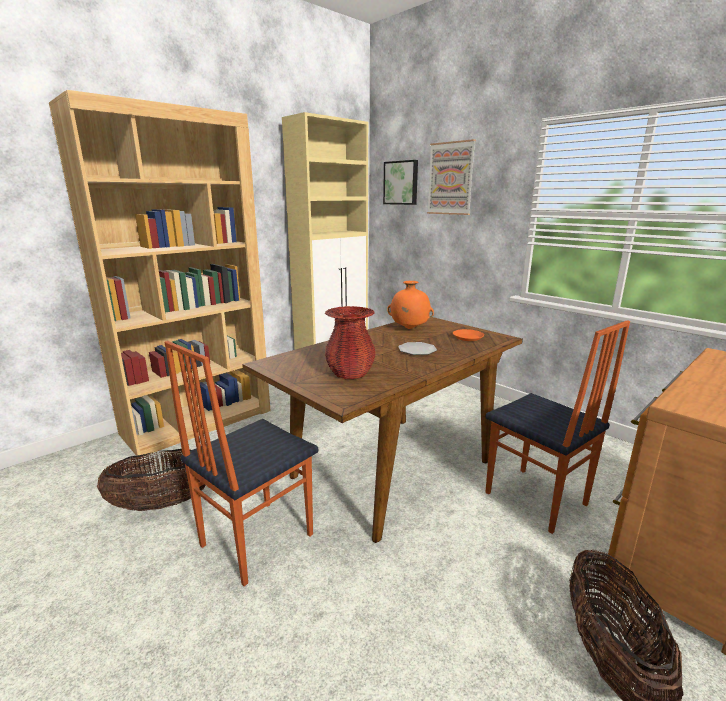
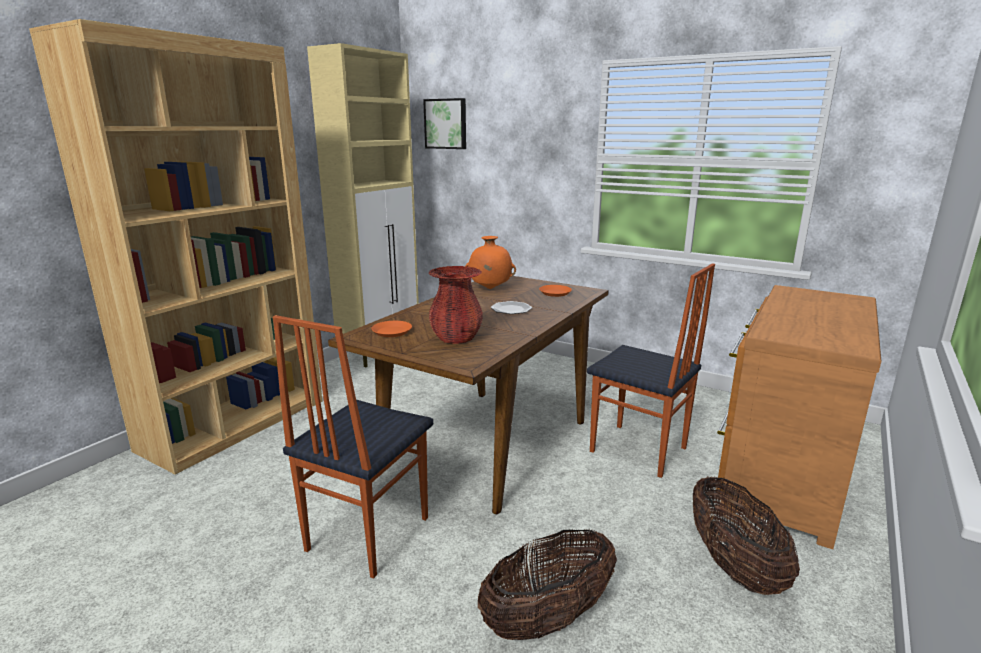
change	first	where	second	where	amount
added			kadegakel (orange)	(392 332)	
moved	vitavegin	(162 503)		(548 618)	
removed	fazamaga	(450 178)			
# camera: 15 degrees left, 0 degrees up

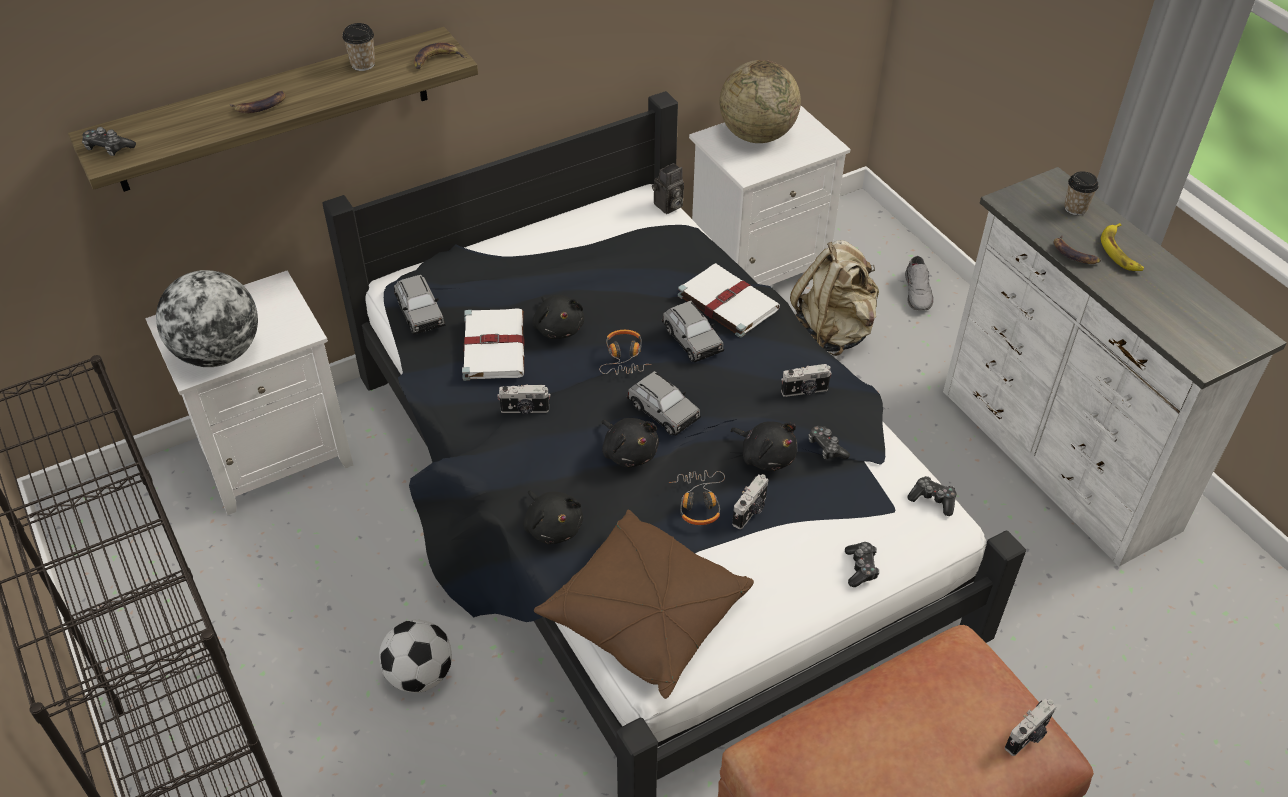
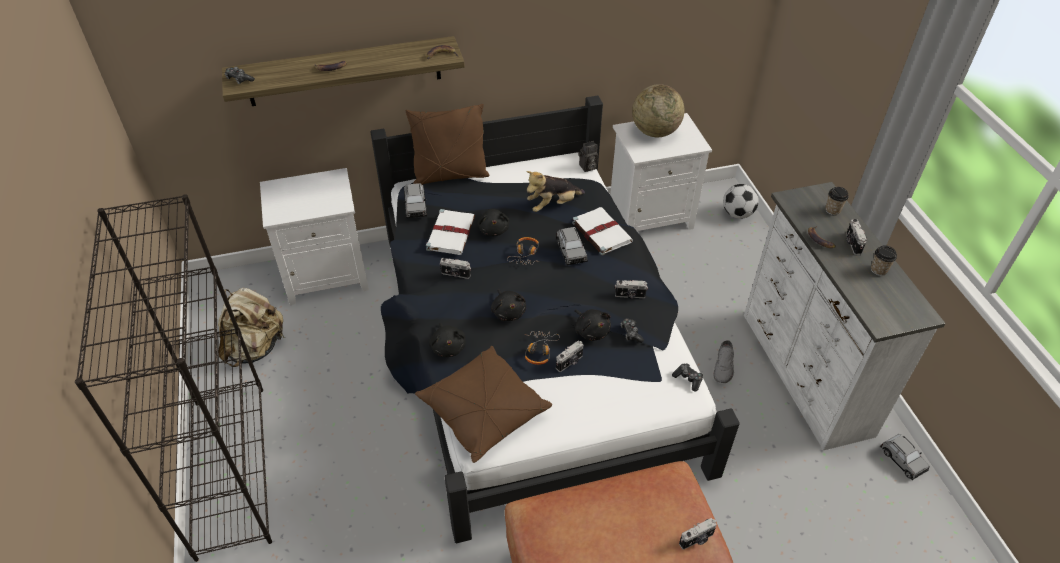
change	first	where	second	where	amount
moved	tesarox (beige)	(833 332)		(255 347)	
added			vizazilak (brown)	(450 175)	
added			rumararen	(553 205)	
moved	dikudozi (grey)	(918 292)		(724 367)	
moved	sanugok	(420 675)		(737 214)	
replaced	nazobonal	(1120 252)	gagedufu	(852 243)	
moved	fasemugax	(363 64)		(878 270)	
moved	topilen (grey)	(663 411)		(902 460)	
removed	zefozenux	(218 353)			
removed	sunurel	(861 568)			
# camera: 15 degrees right, 0 degrees up

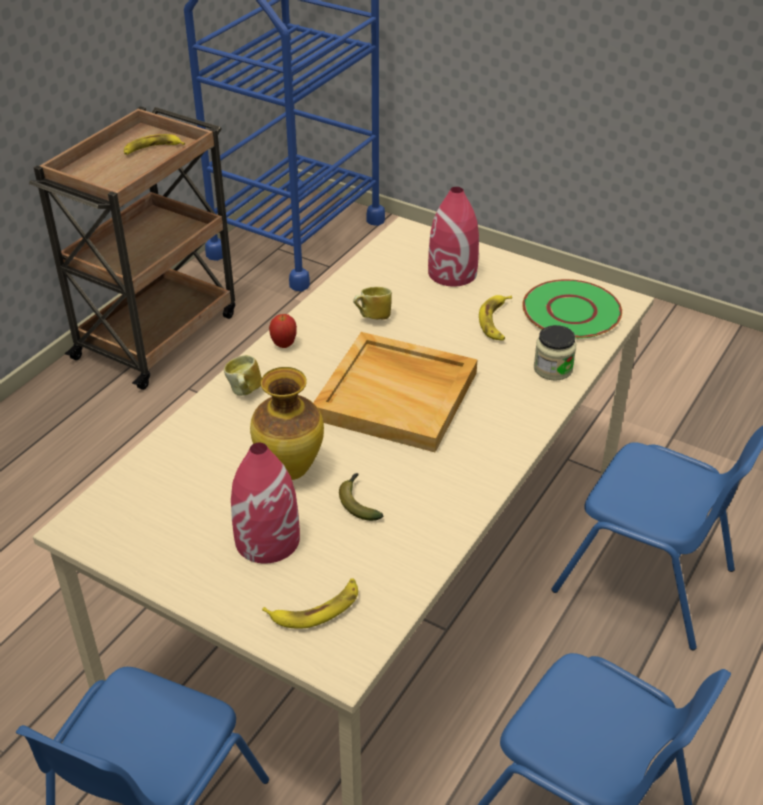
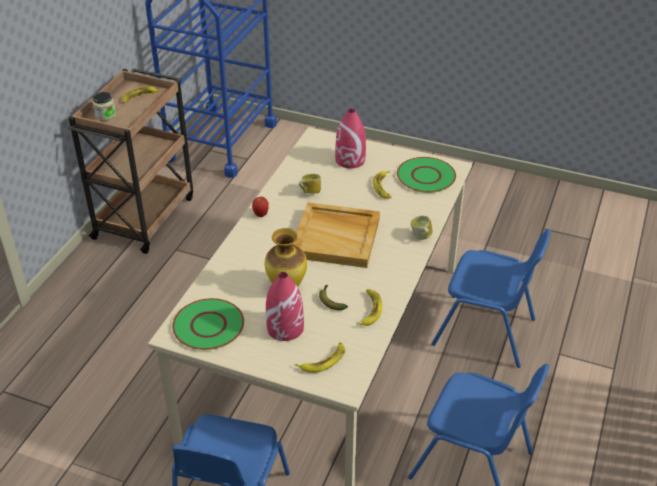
change	first	where	second	where	amount
moved	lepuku	(553 369)		(105 115)	
added			kadegakel (green)	(208 326)	
added			nazobonal	(369 310)	
moved	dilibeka	(244 392)		(421 237)	
# camera: 10 degrees left, 0 degrees up

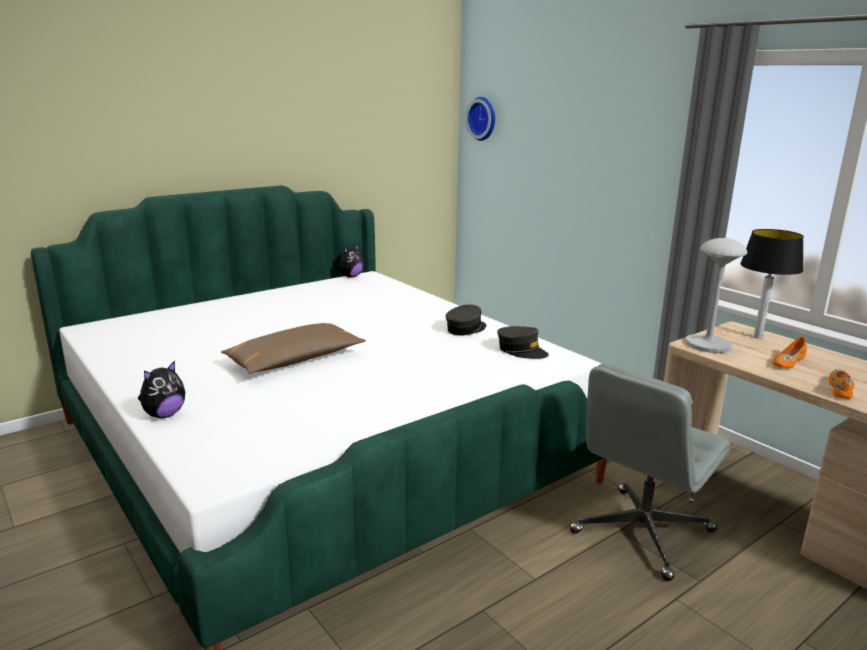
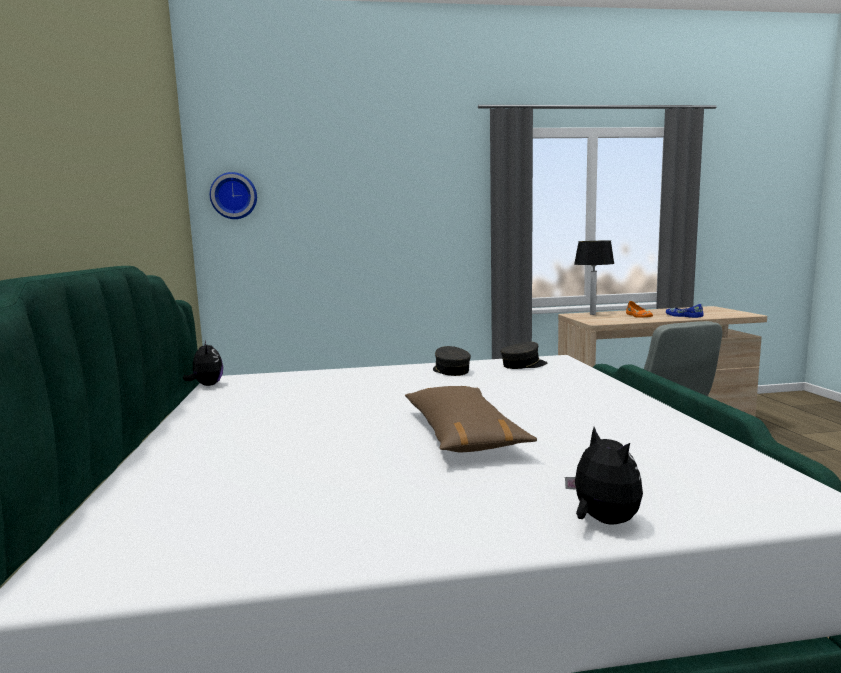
change	first	where	second	where	amount
recoloured	dikudozi (orange)	(841 388)	dikudozi (blue)	(684 316)	
removed	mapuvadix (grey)	(707 345)			
# camera: 60 degrees left, 10 degrees down

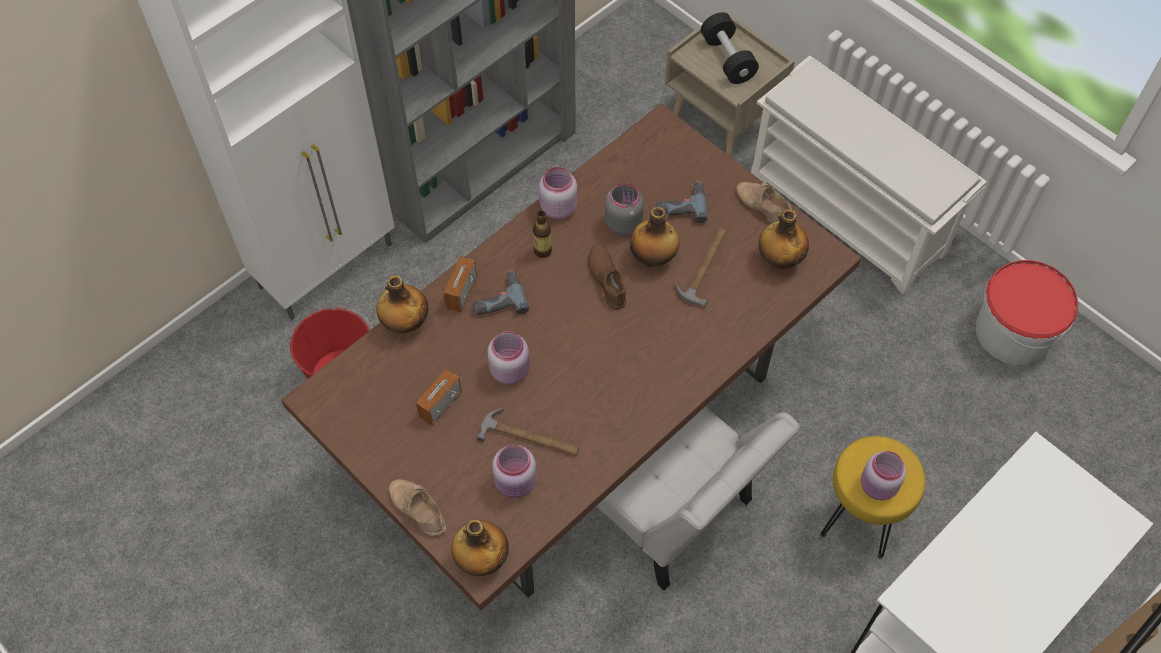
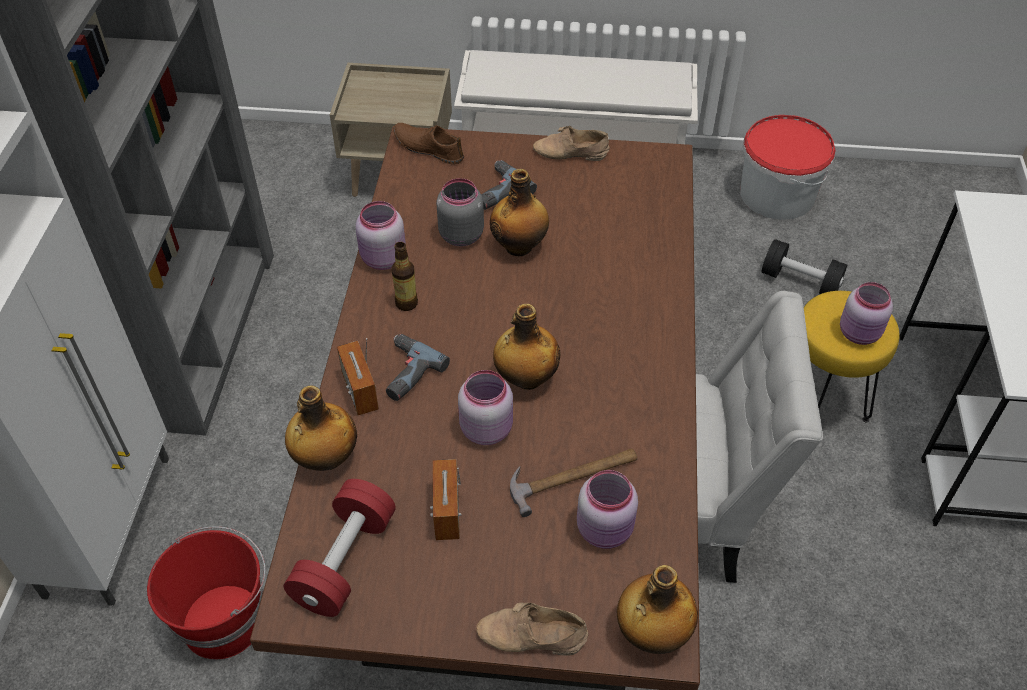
change	first	where	second	where	amount
added			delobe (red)	(345 561)	
moved	dikudozi (brown)	(607 279)		(428 148)	
moved	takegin	(780 259)		(526 378)	
moved	delobe (black)	(727 59)		(800 281)	
removed	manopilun	(704 266)			
# camera: 40 degrees left, 10 degrees down

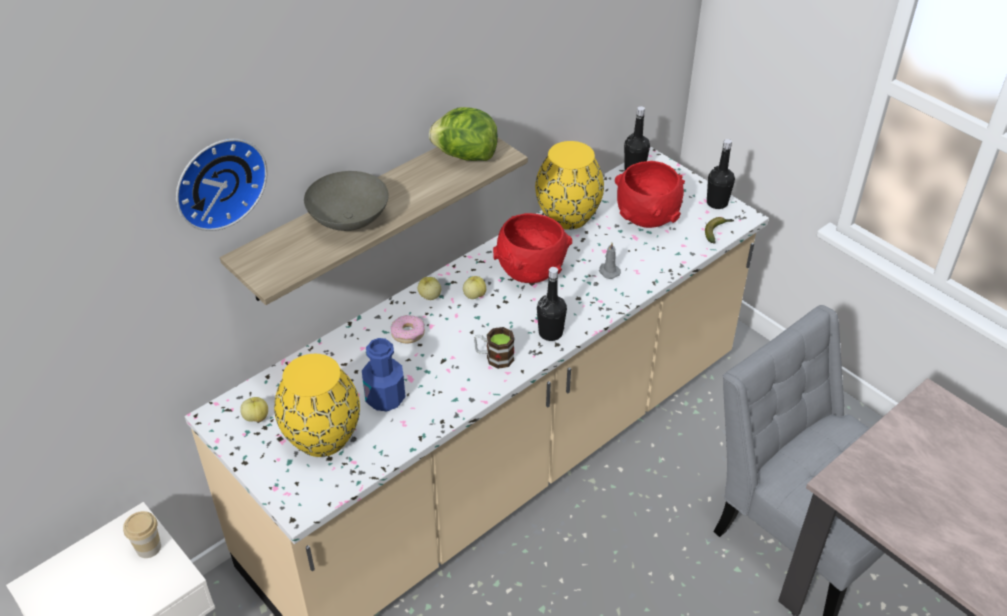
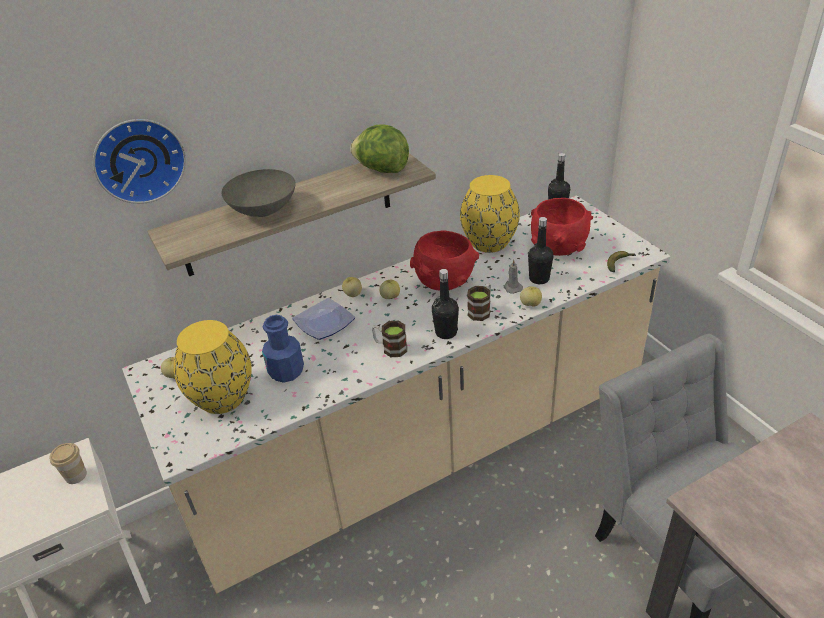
change	first	where	second	where	amount
replaced	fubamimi	(408 333)	kadegakel	(324 321)	
added			dilibeka	(481 310)	
added			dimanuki	(530 304)	
moved	takegin (black)	(717 203)		(539 279)	
# camera: 15 degrees right, 5 degrees down

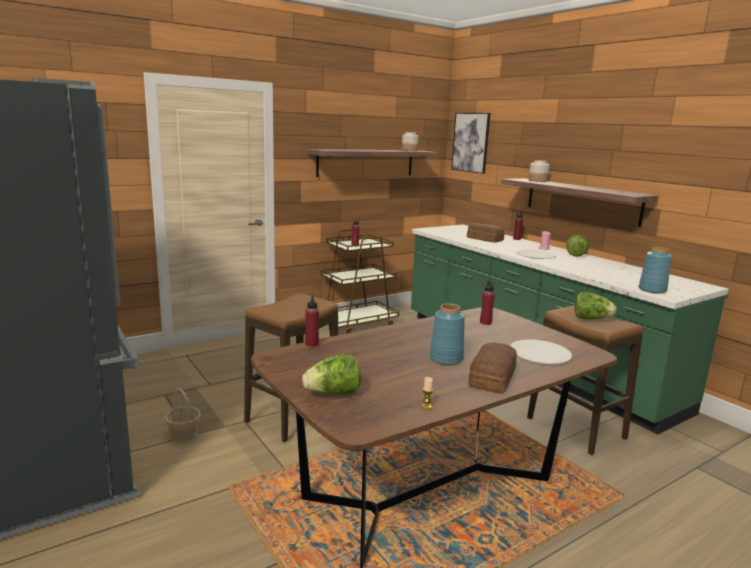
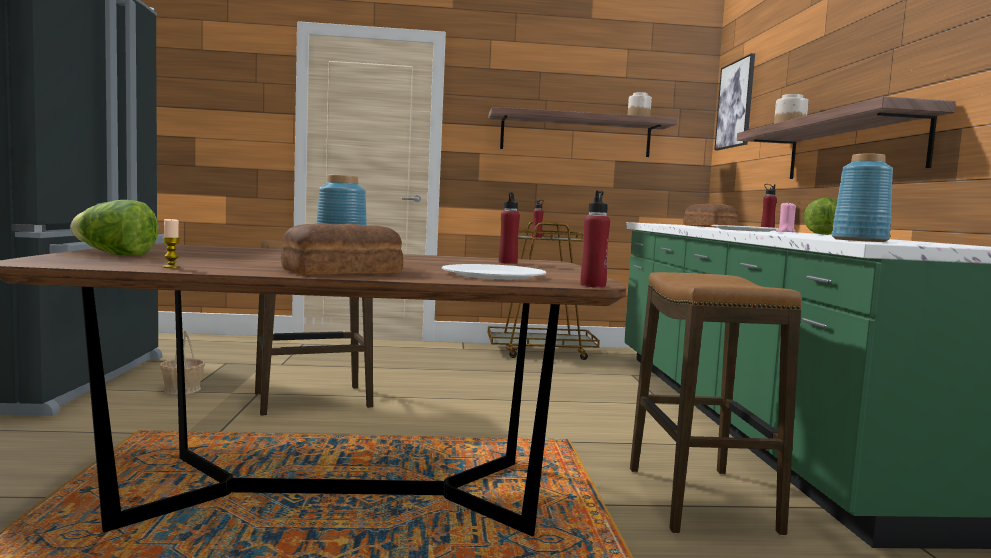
change	first	where	second	where	amount
moved	takegin (red)	(312 344)		(593 285)	
removed	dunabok	(591 319)			
# camera: 30 degrees right, 10 degrees down

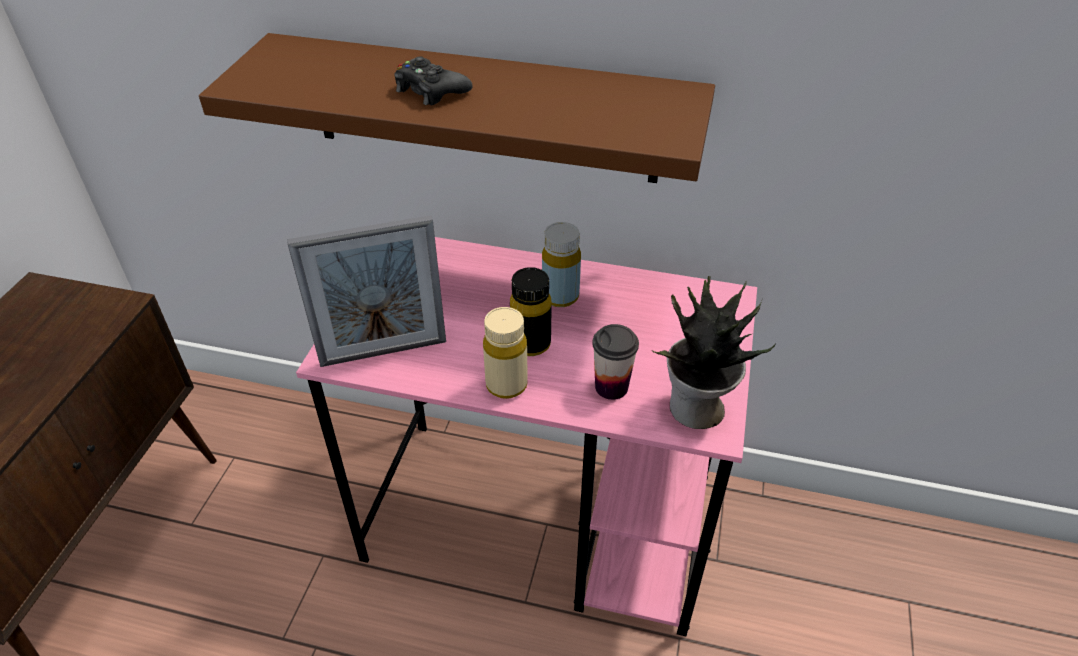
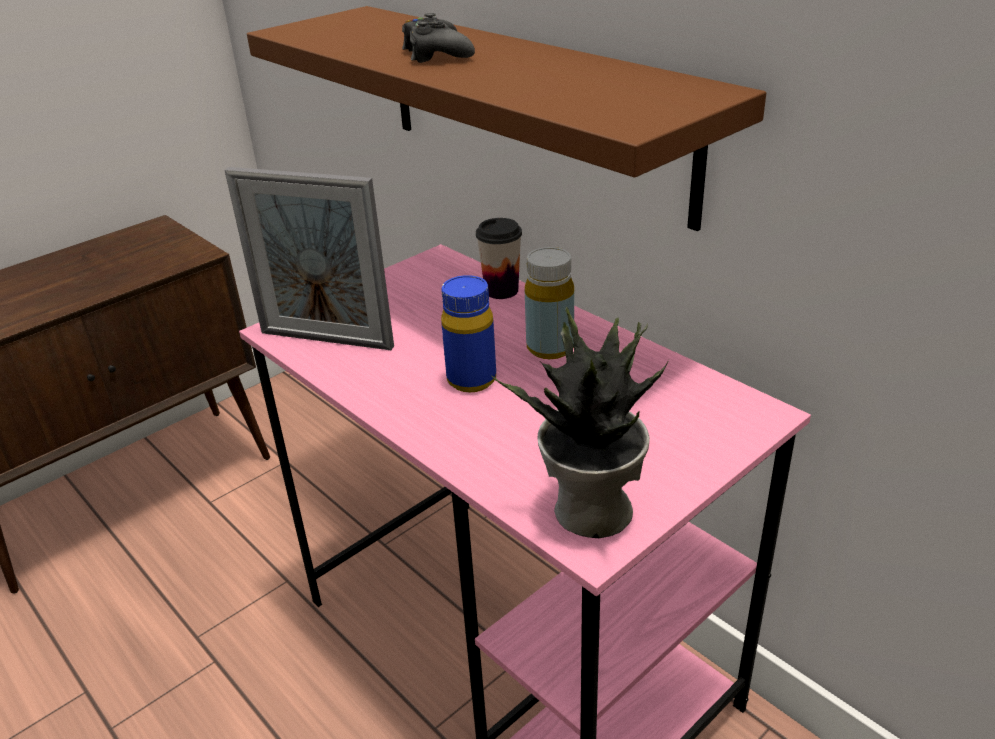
change	first	where	second	where	amount
recoloured	takegin (black)	(531 344)	takegin (blue)	(471 380)	
moved	fasemugax	(611 387)		(501 290)	
removed	takegin (beige)	(506 385)			
# camera: 35 degrees right, 10 degrees down

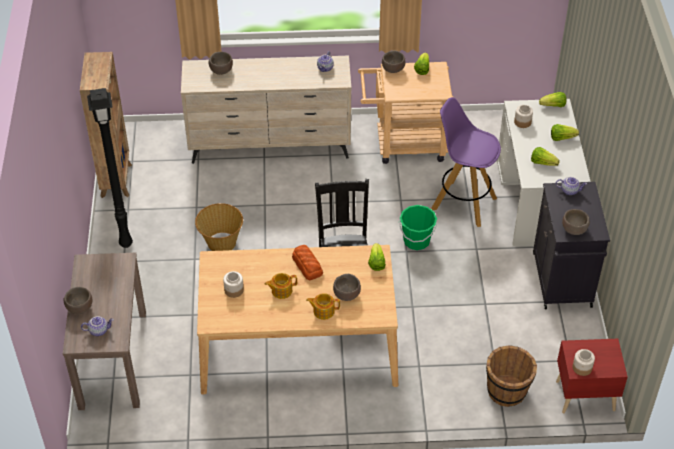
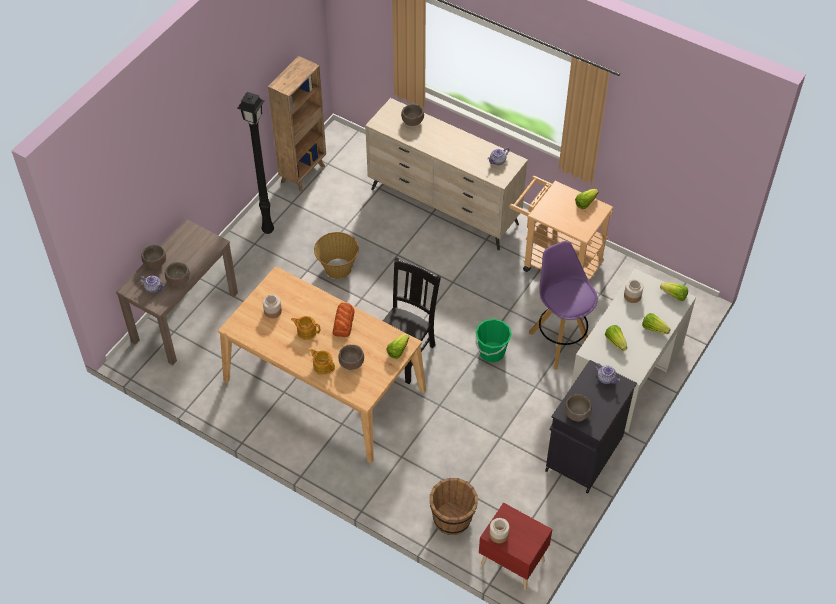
change	first	where	second	where	amount
moved	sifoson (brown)	(393 69)		(179 280)	
# camera: 35 degrees right, 5 degrees up

